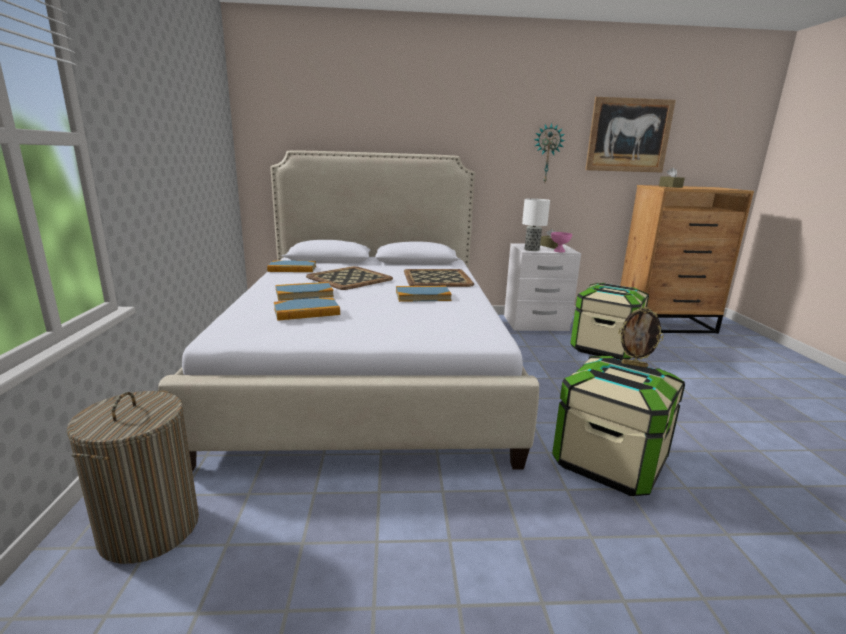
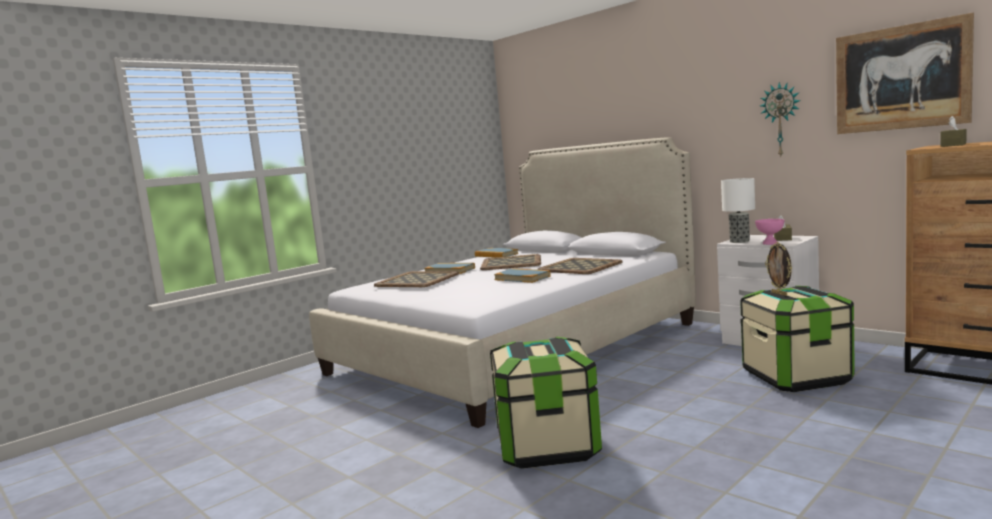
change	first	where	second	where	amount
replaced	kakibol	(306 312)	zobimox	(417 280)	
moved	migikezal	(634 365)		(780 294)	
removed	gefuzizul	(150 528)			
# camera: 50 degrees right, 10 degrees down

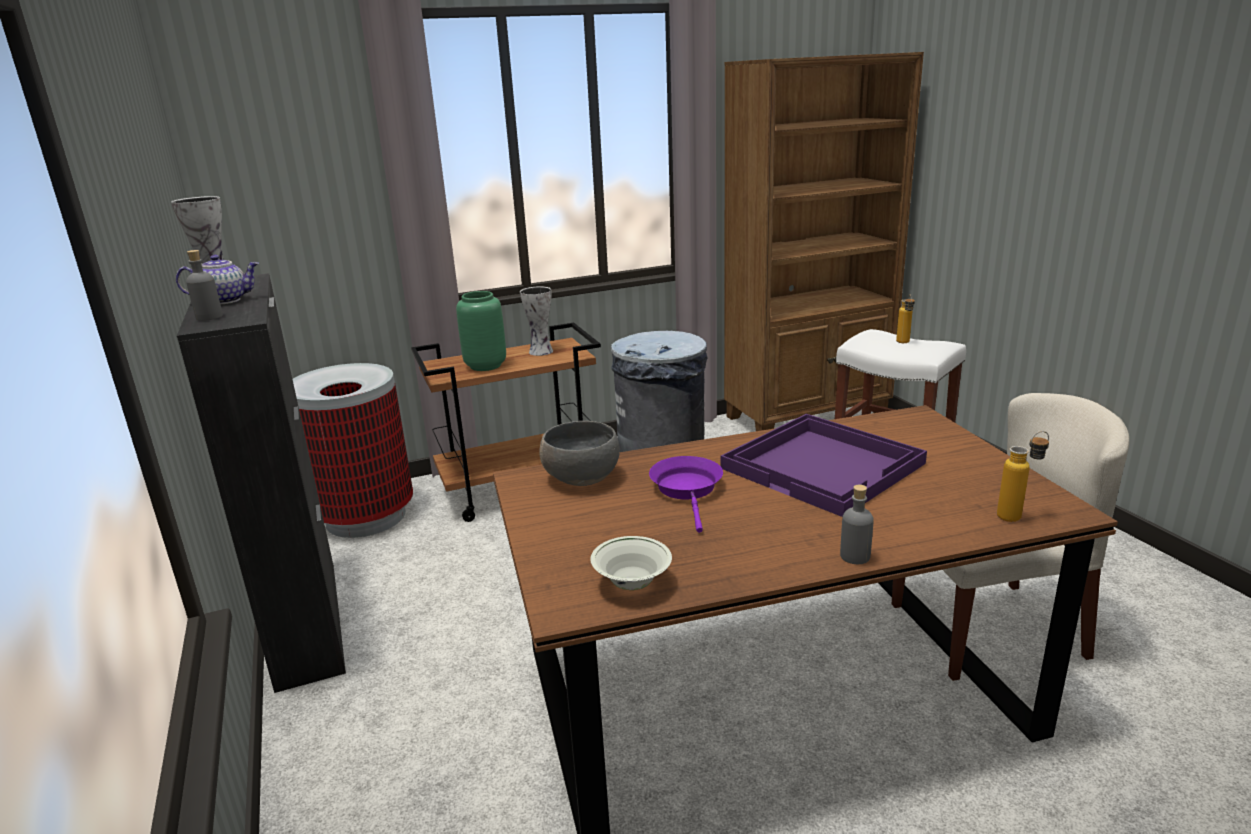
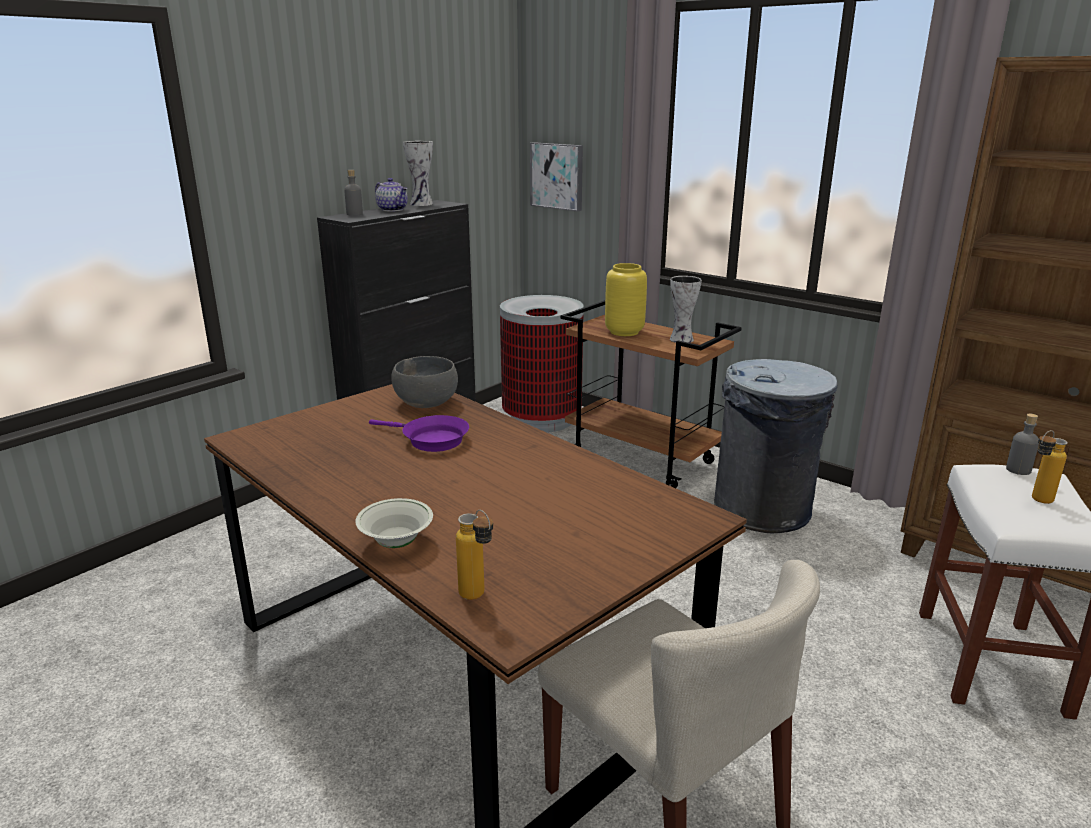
change	first	where	second	where	amount
moved	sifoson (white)	(632 583)		(396 542)	
turned	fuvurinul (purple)	(688 490)		(430 440)	60 degrees clockwise
added			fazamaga	(557 176)	
recoloured	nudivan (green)	(486 366)	nudivan (yellow)	(624 332)	
moved	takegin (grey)	(855 556)		(1018 470)	
removed	zobimox (purple)	(824 466)			
# camera: 60 degrees right, 0 degrees up

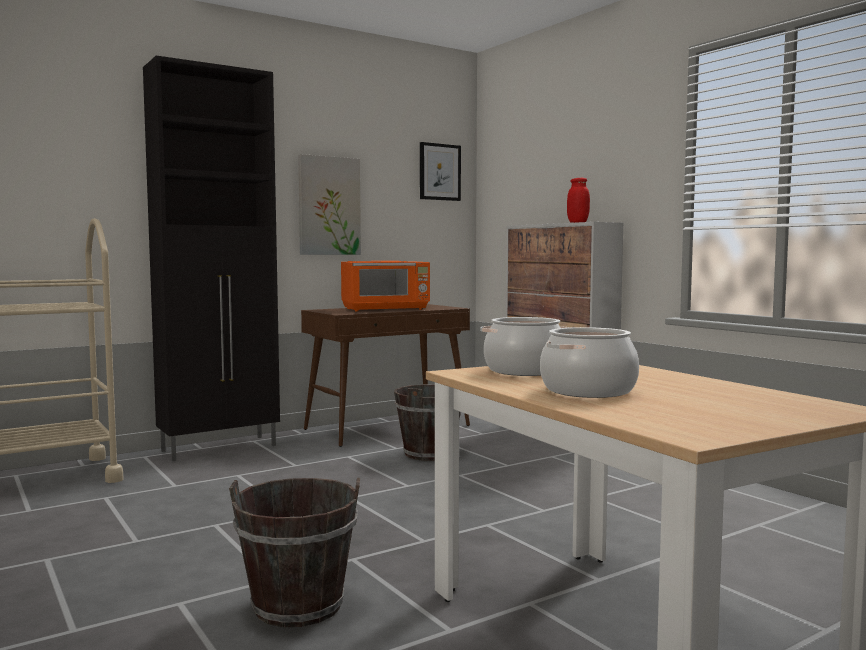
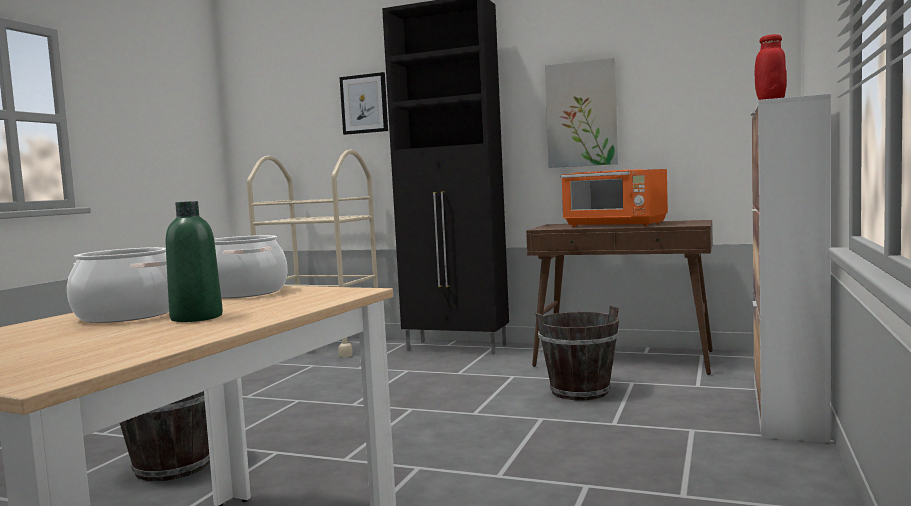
change	first	where	second	where	amount
added			takegin (green)	(196 317)	
moved	fazamaga	(439 172)		(364 104)	
# camera: 55 degrees right, 0 degrees up

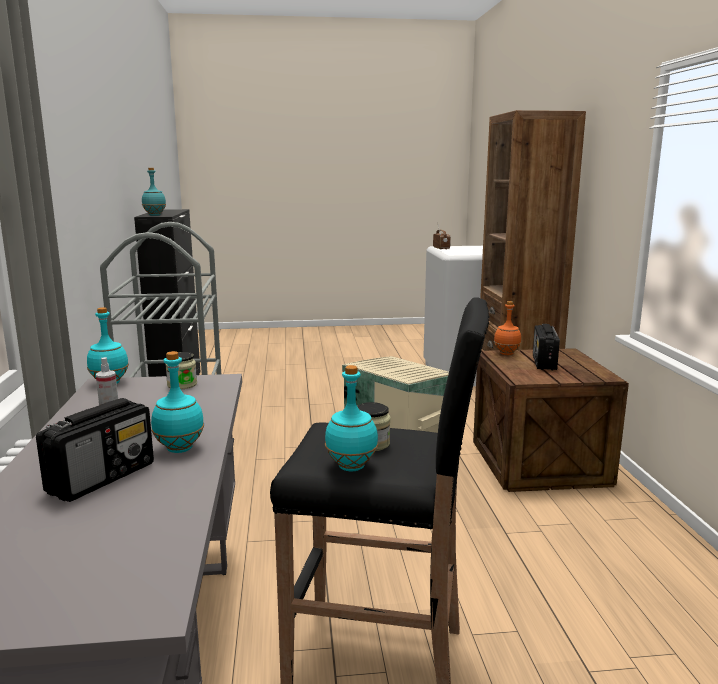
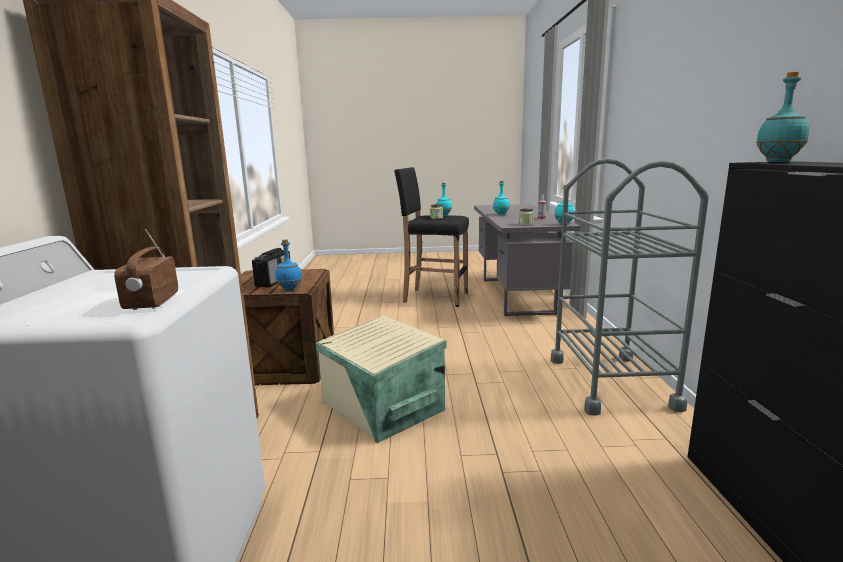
change	first	where	second	where	amount
recoloured	takegin (orange)	(506 353)	takegin (blue)	(290 289)	
removed	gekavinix	(103 477)			
# camera: 175 degrees left, 0 degrees up

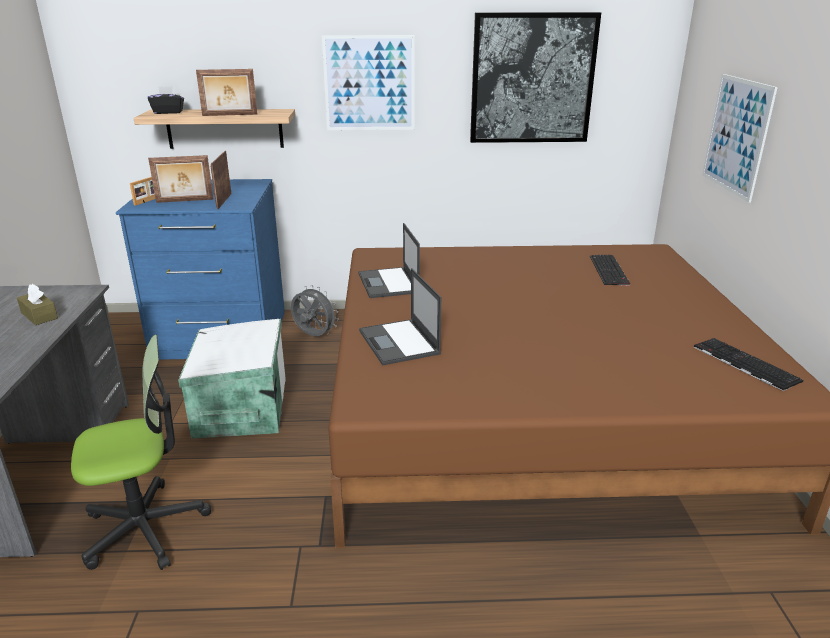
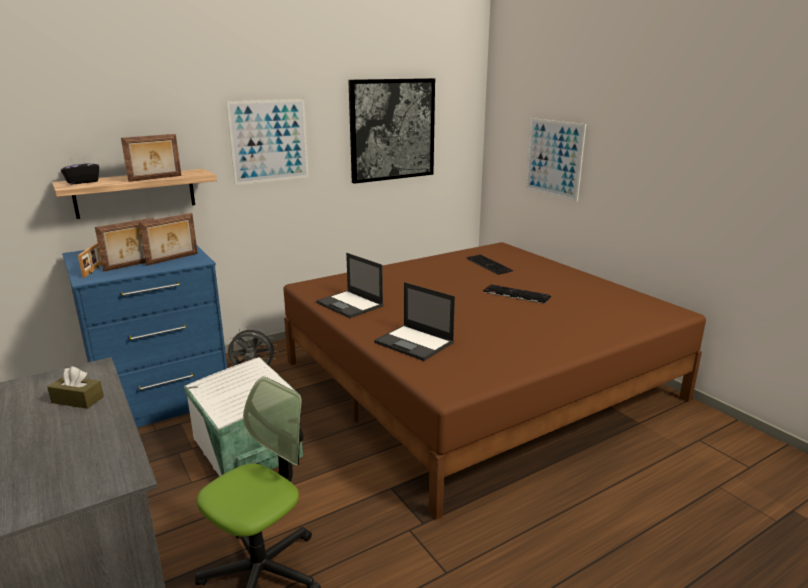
change	first	where	second	where	amount
turned	migikezal	(223 201)		(173 259)	105 degrees counterclockwise
moved	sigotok	(743 363)		(515 294)	
# camera: 30 degrees left, 5 degrees down

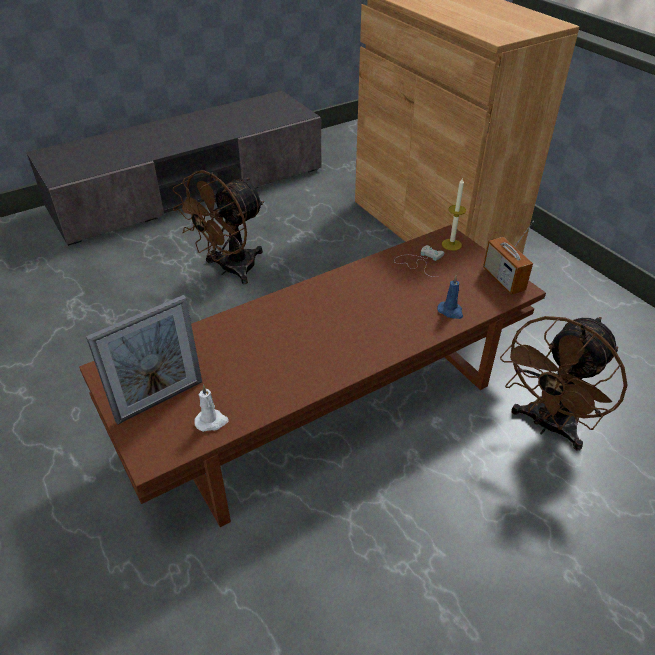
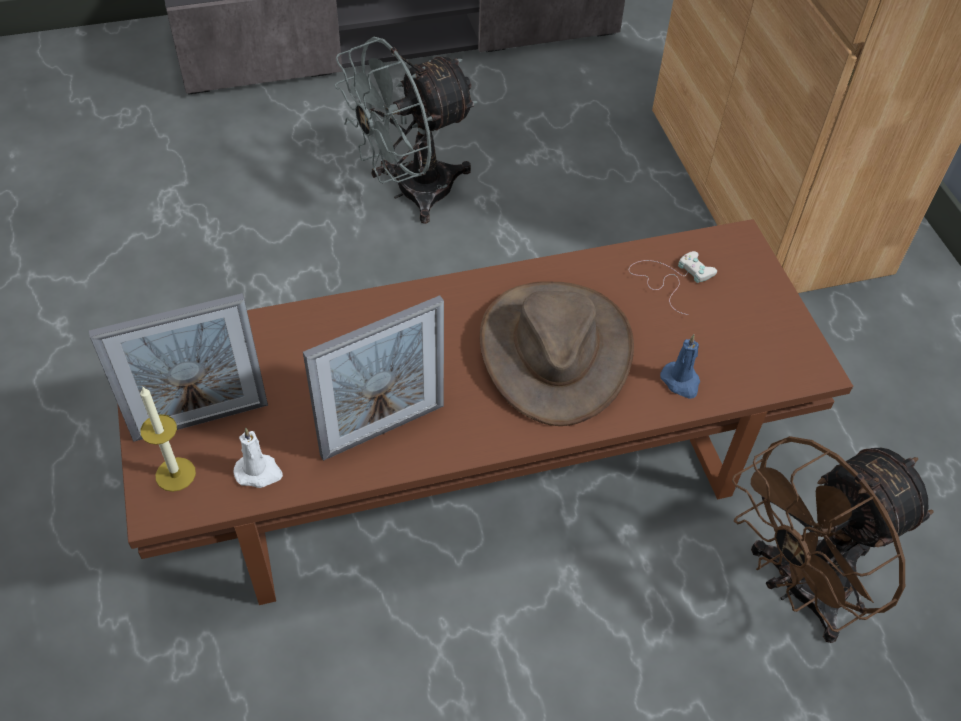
change	first	where	second	where	amount
moved	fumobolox	(451 244)		(175 474)	
added			migikezal	(383 430)	
recoloured	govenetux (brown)	(230 270)	govenetux (grey)	(410 192)	
added			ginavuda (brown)	(554 351)	
removed	gekavinix	(503 279)			
# camera: 15 degrees right, 10 degrees up

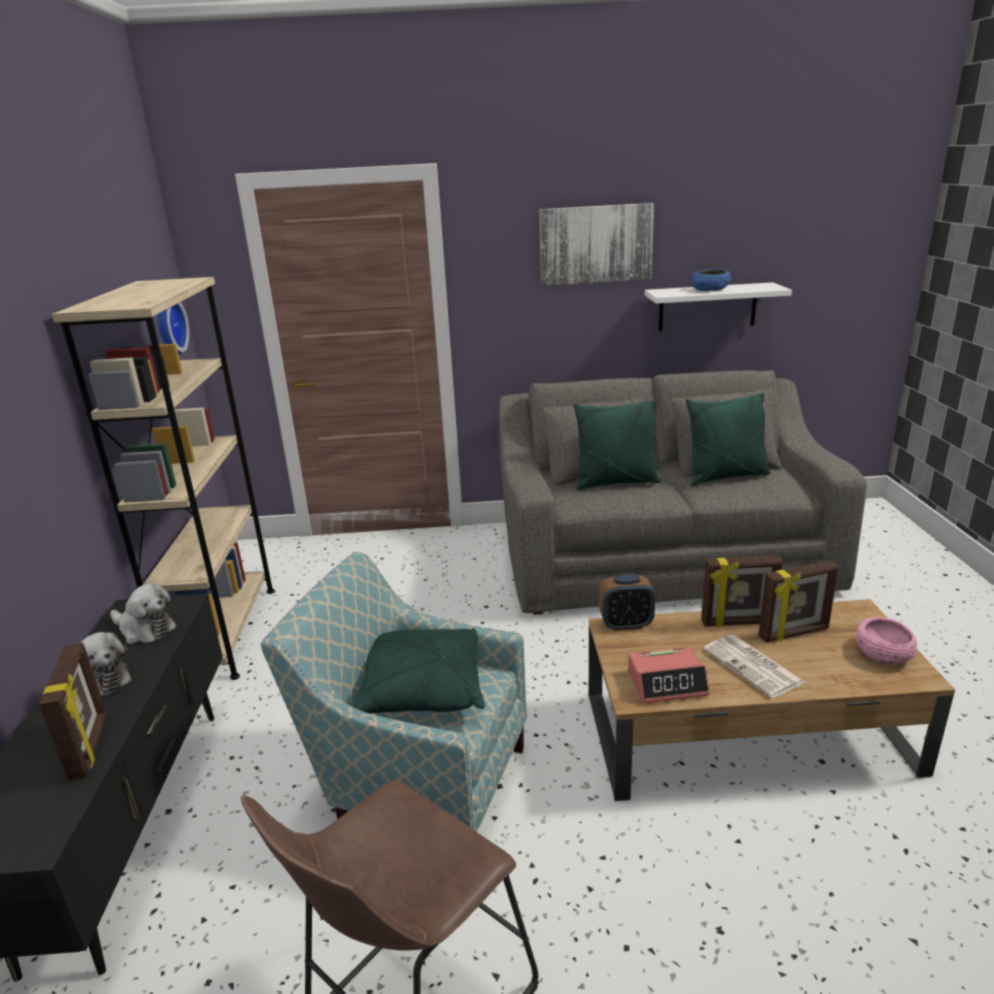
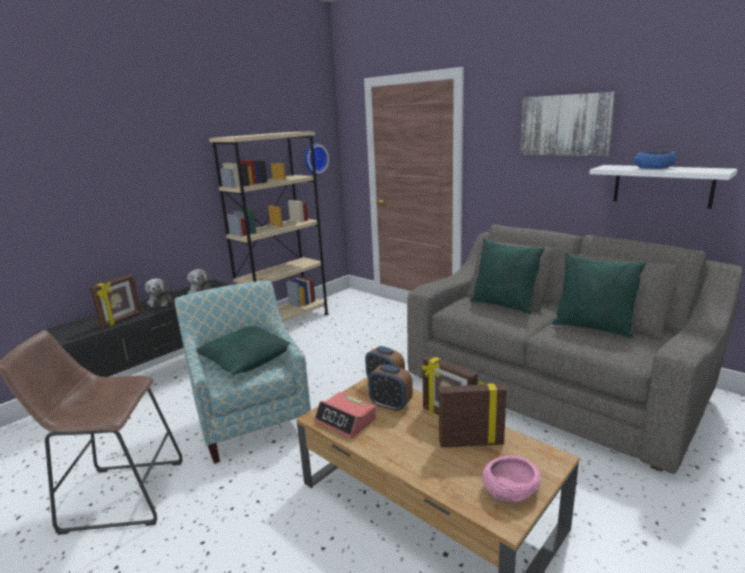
change	first	where	second	where	amount
added			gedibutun	(390 405)	
turned	migikezal	(794 633)		(470 442)	150 degrees clockwise
removed	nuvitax	(754 666)			
# camera: 45 degrees right, 5 degrees down

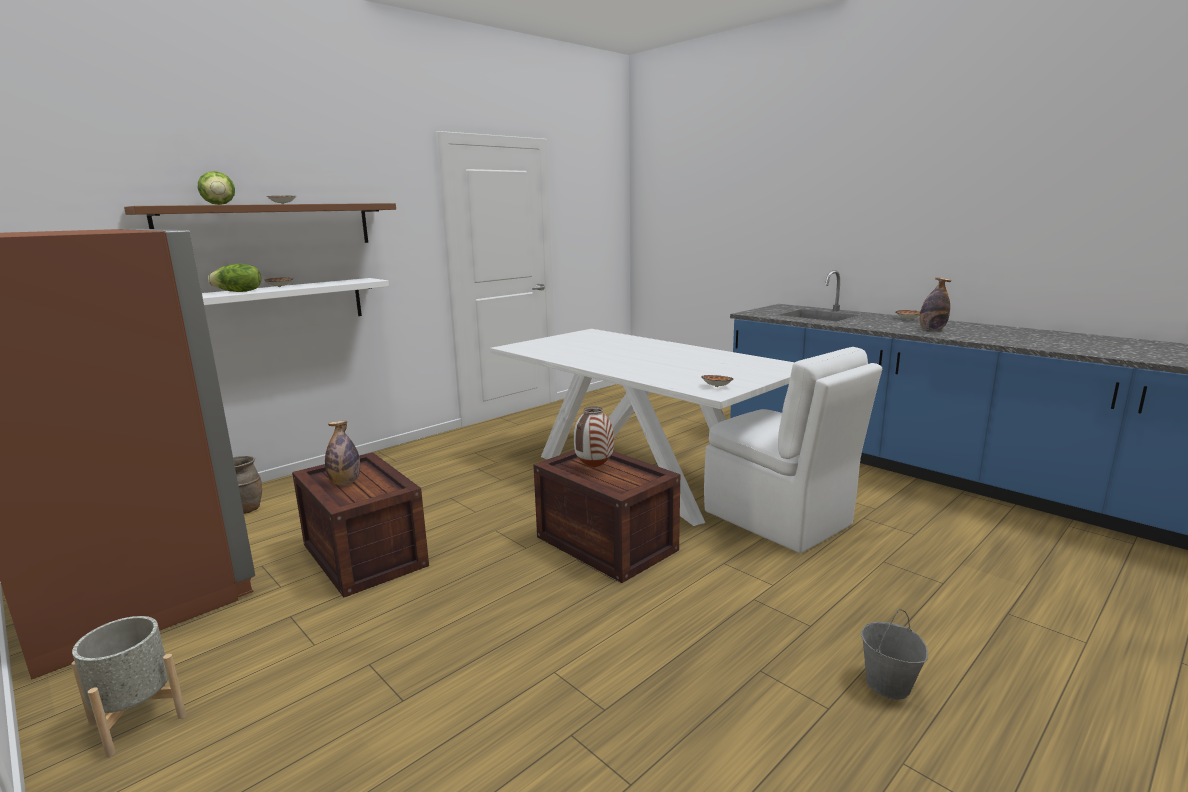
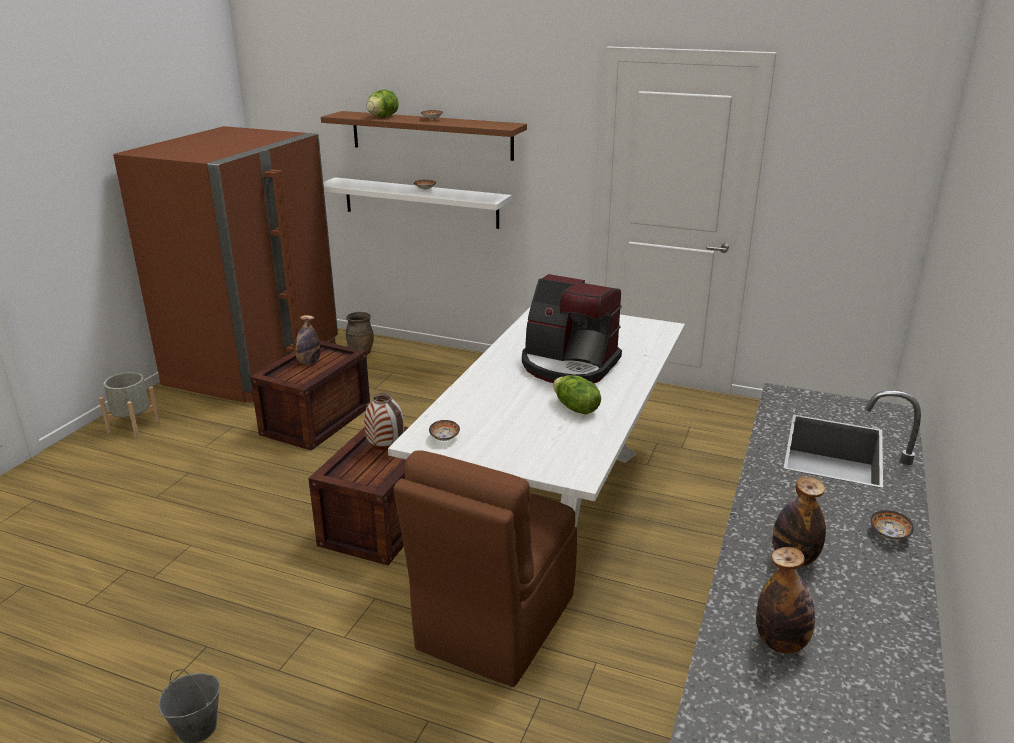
change	first	where	second	where	amount
recoloured	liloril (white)	(779 519)	liloril (brown)	(493 624)	
added			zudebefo	(569 365)	
moved	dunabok	(239 292)		(575 408)	
added			takegin	(781 642)	
# camera: 65 degrees right, 10 degrees up

